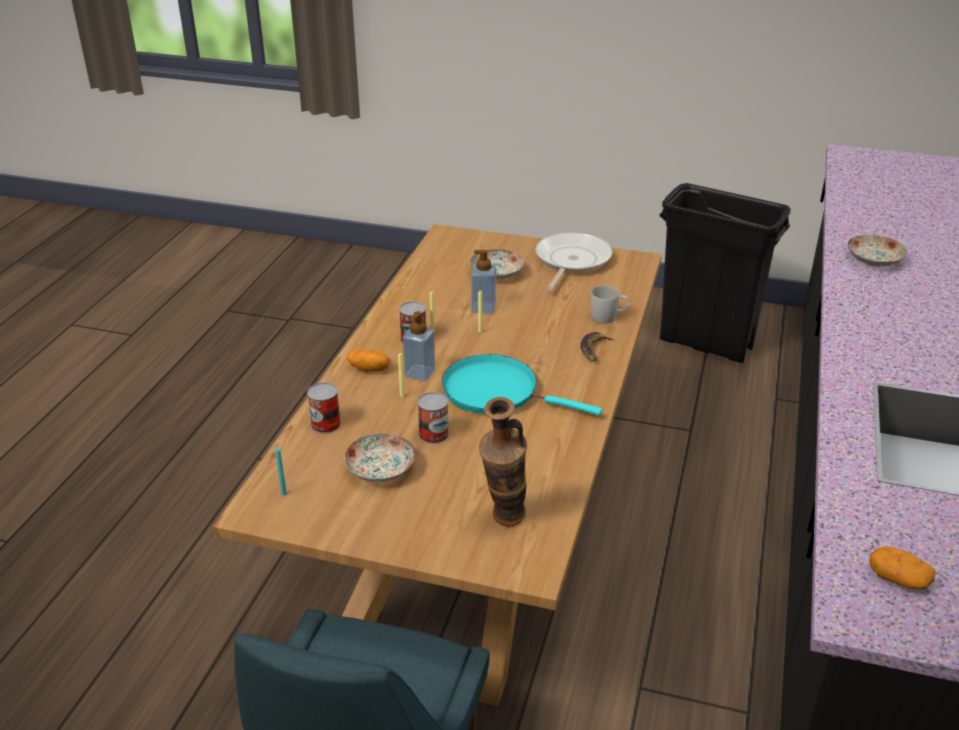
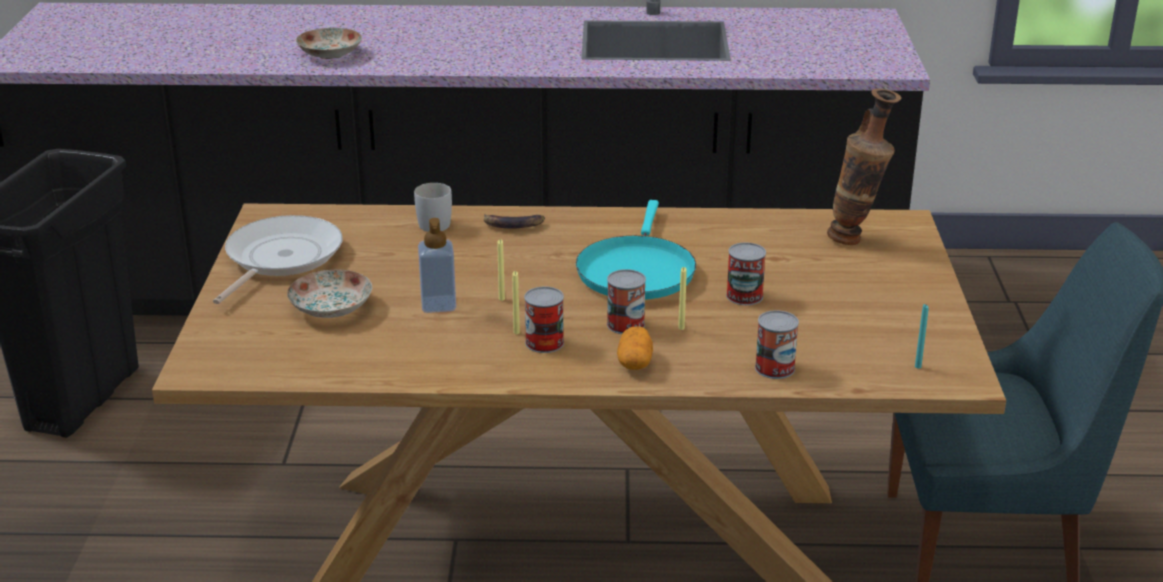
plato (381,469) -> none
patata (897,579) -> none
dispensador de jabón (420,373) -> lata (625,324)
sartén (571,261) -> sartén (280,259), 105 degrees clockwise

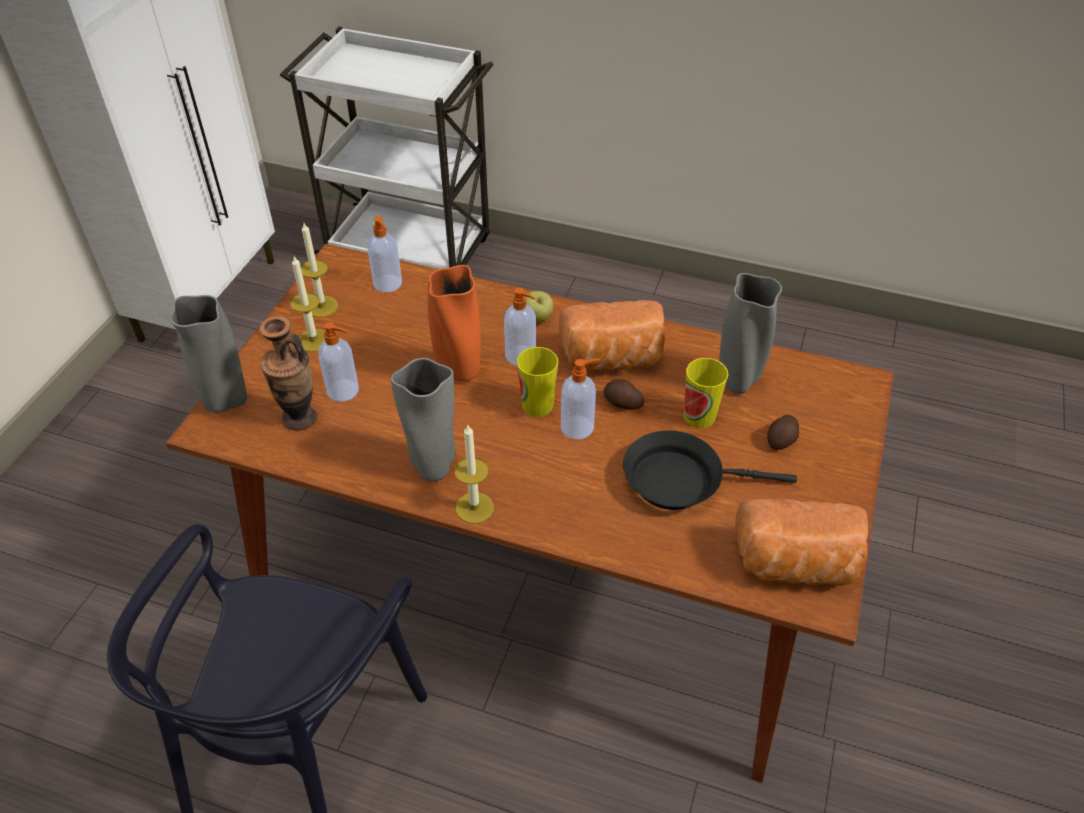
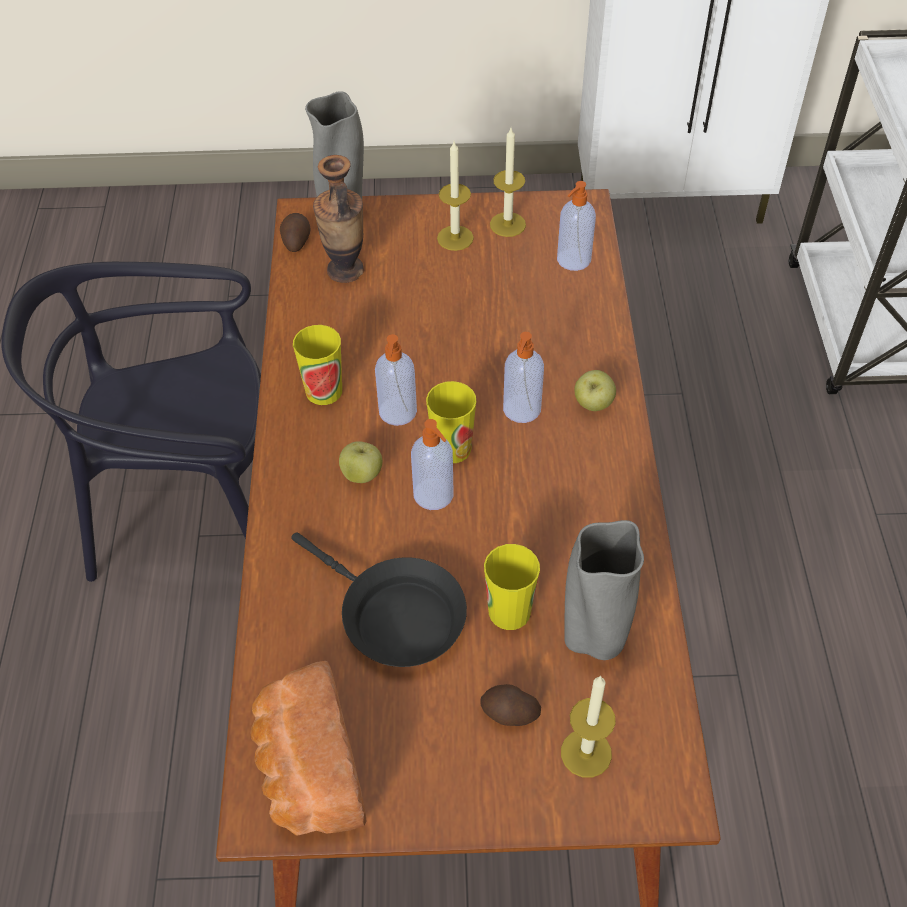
florero/naranja (458,372) -> none
pan (612,359) -> none
none -> manzana (362,474)
dispensador de jabón (344,391) -> dispensador de jabón (397,412), moved
vela (474,508) -> vela (586,753), moved
patata (622,403) -> patata (296,241), moved
florero/gris (433,467) -> taza (324,391)
sartén/negro (681,480) -> sartén/negro (395,617), 150 degrees clockwise

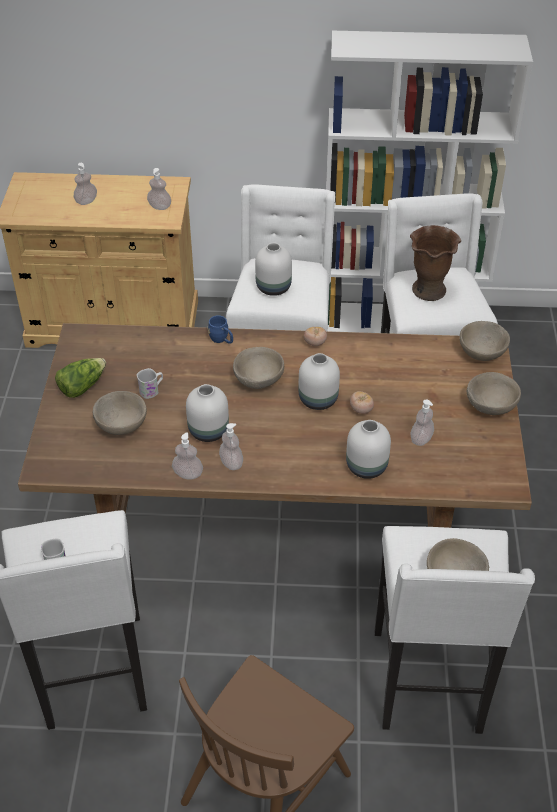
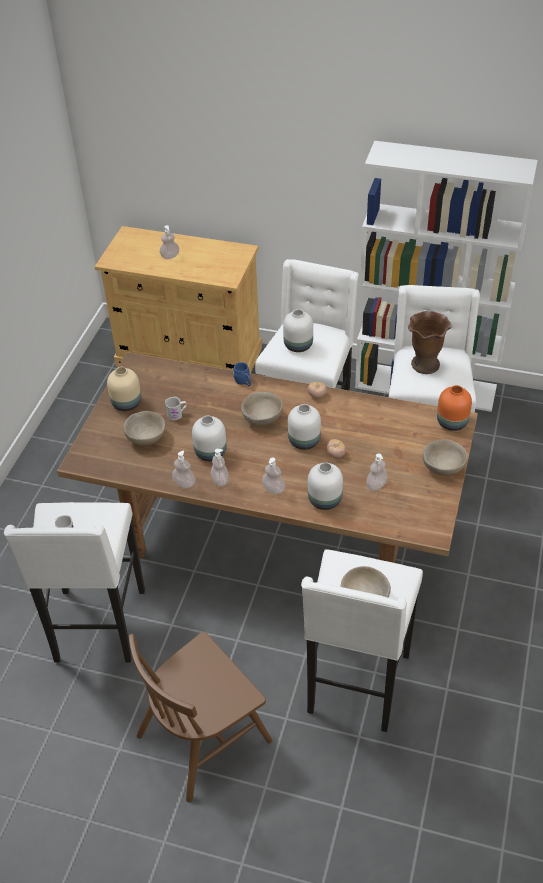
dispensador de jabón (159,206) -> dispensador de jabón (273,489), moved
lechuga (82,386) -> florero/beis (125,403)
cuenco/beis (482,353) -> florero/naranja (451,423)

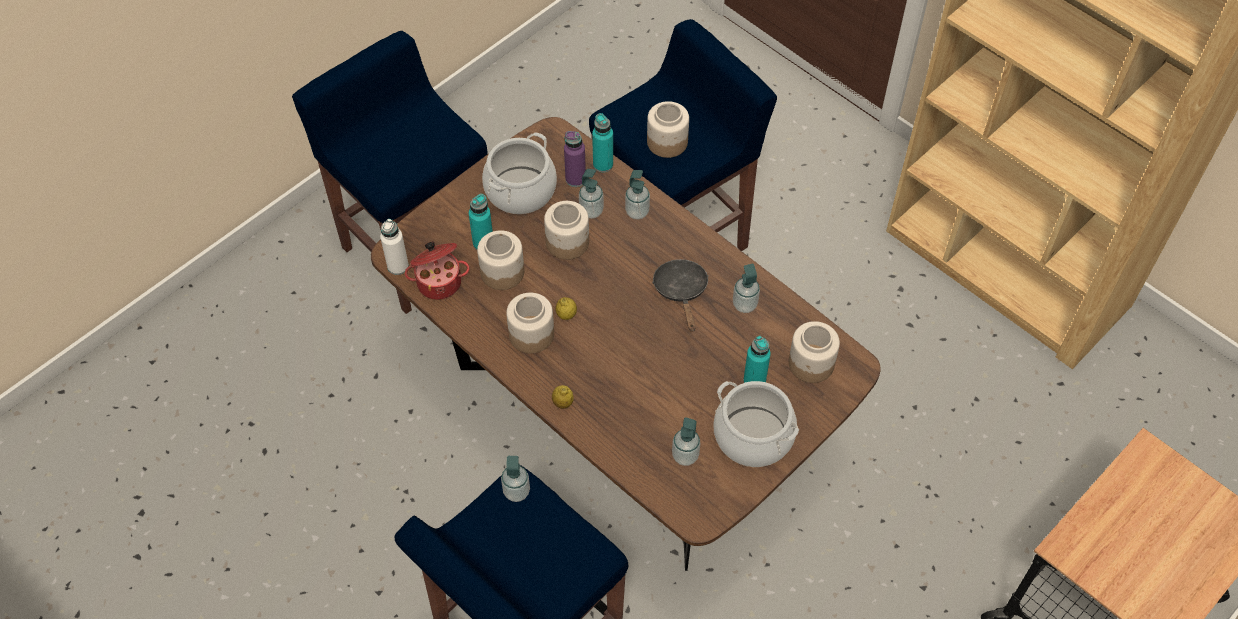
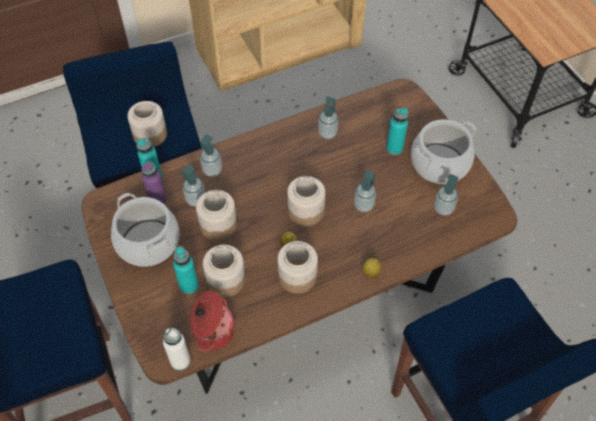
sartén/negro (681,291) -> none
dispensador de jabón (516,492) -> dispensador de jabón (363,205), moved
tarro (811,364) -> tarro (306,211), moved

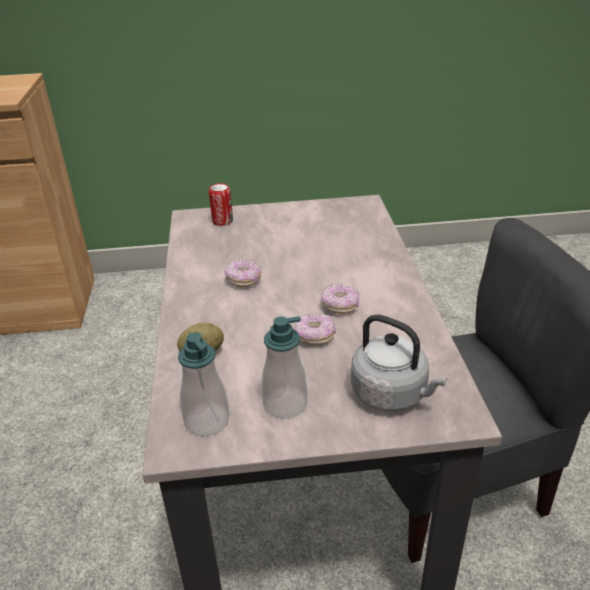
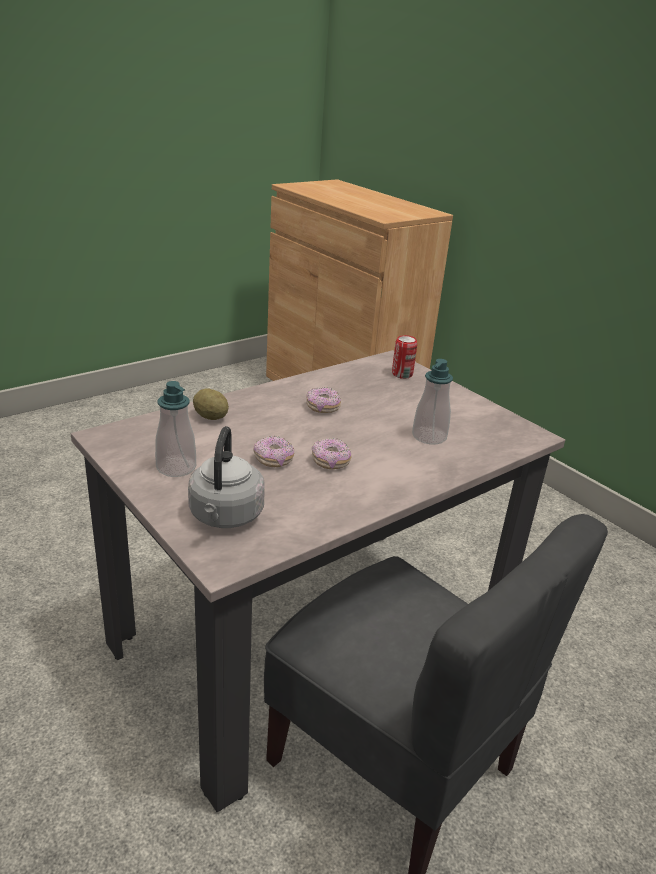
dispensador de jabón (207,421) -> dispensador de jabón (429,436), moved

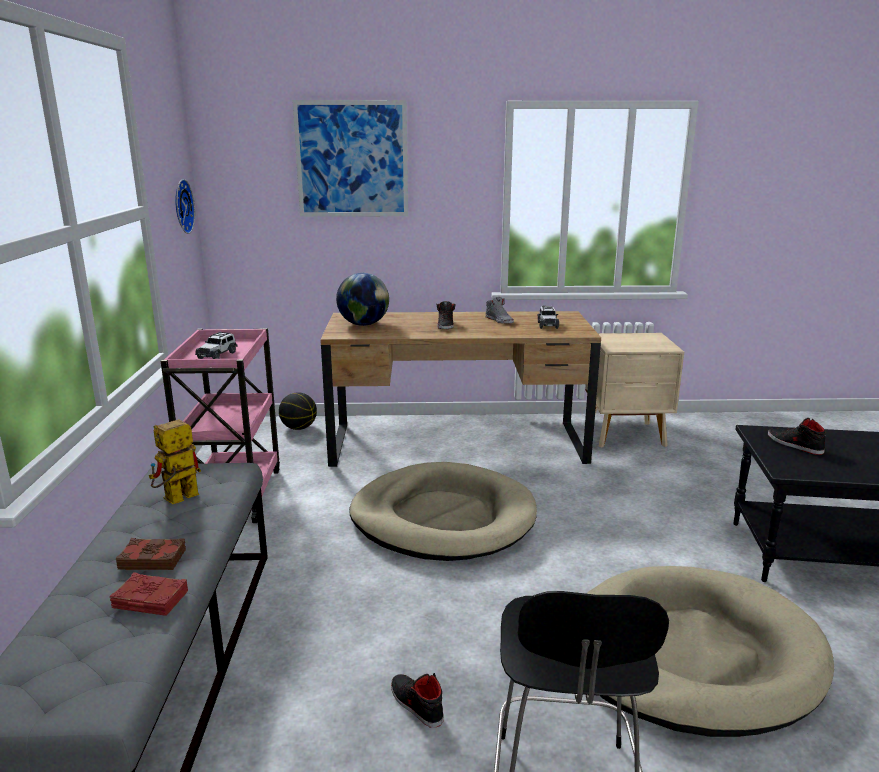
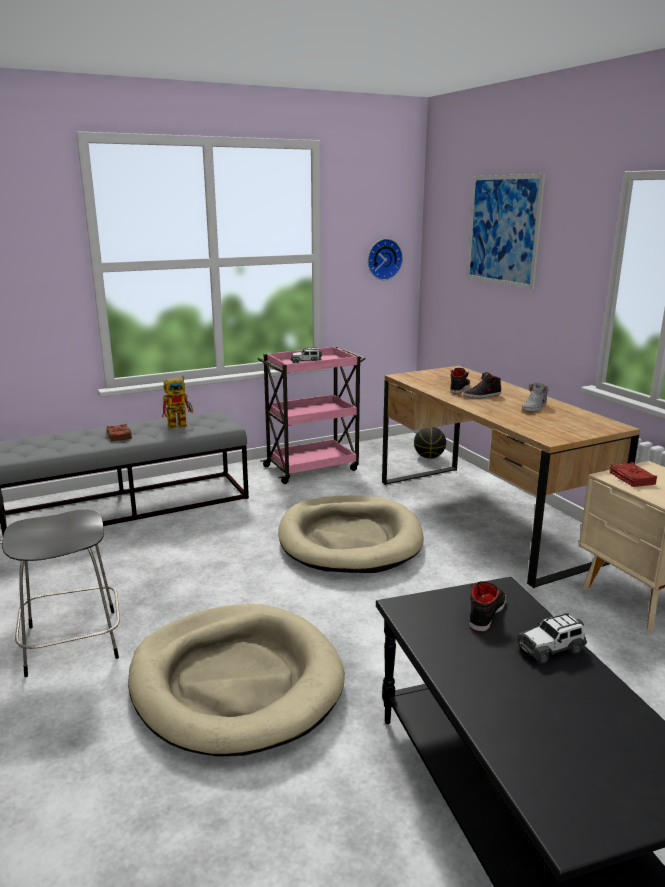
globo terráqueo (363,324) -> none
libro/rojo (150,600) -> libro/rojo (631,479), moved
zapato/negro (415,704) -> zapato/negro (459,388), moved
coche de juguete (547,325) -> coche de juguete (551,649), moved
robot de juguete (176,500) -> robot de juguete (181,424), 135 degrees clockwise

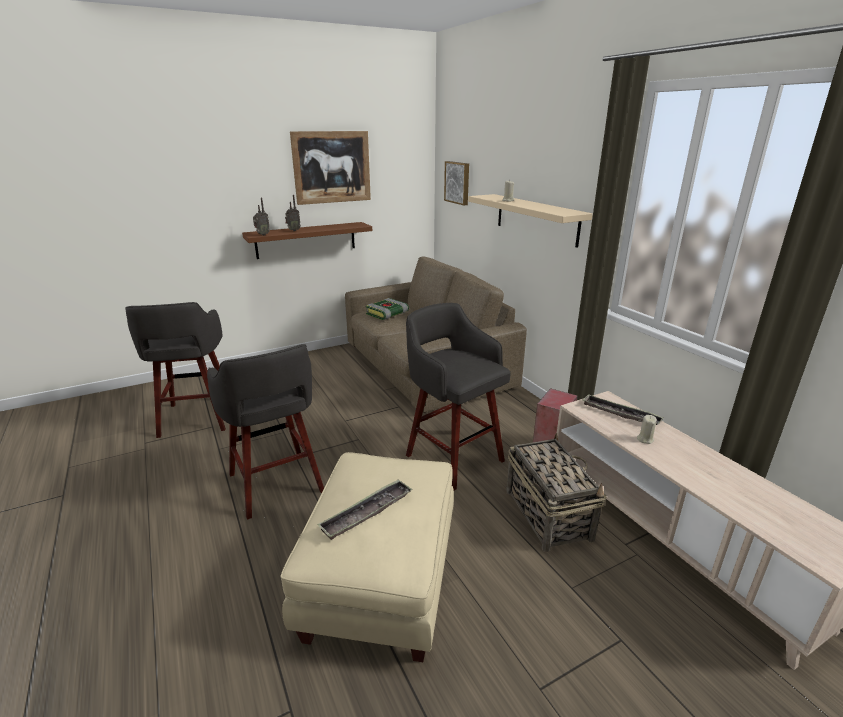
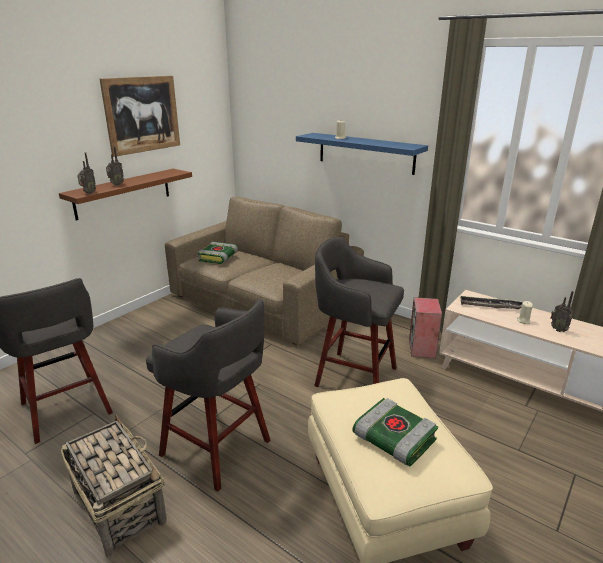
cuadro (458,182) -> none
none -> radio (558,329)
cesta (547,513) -> cesta (118,505), moved
bandeja (367,513) -> libro (392,438)
estante/beis (536,219) -> estante/azul (365,153)

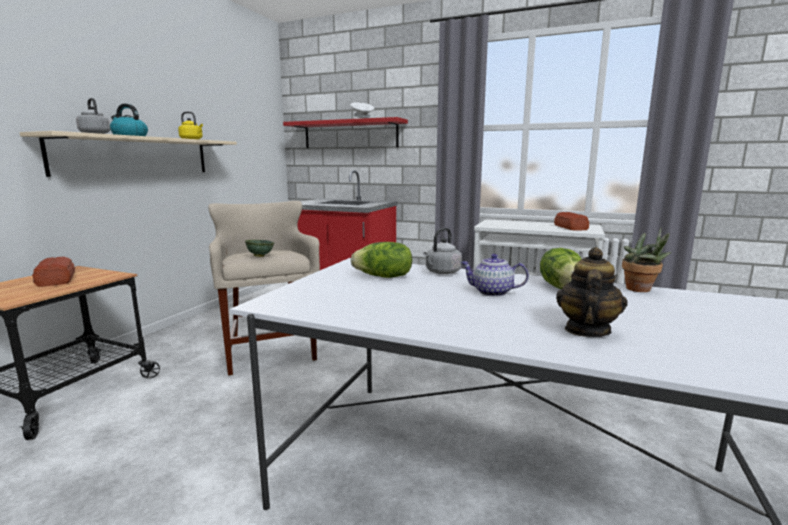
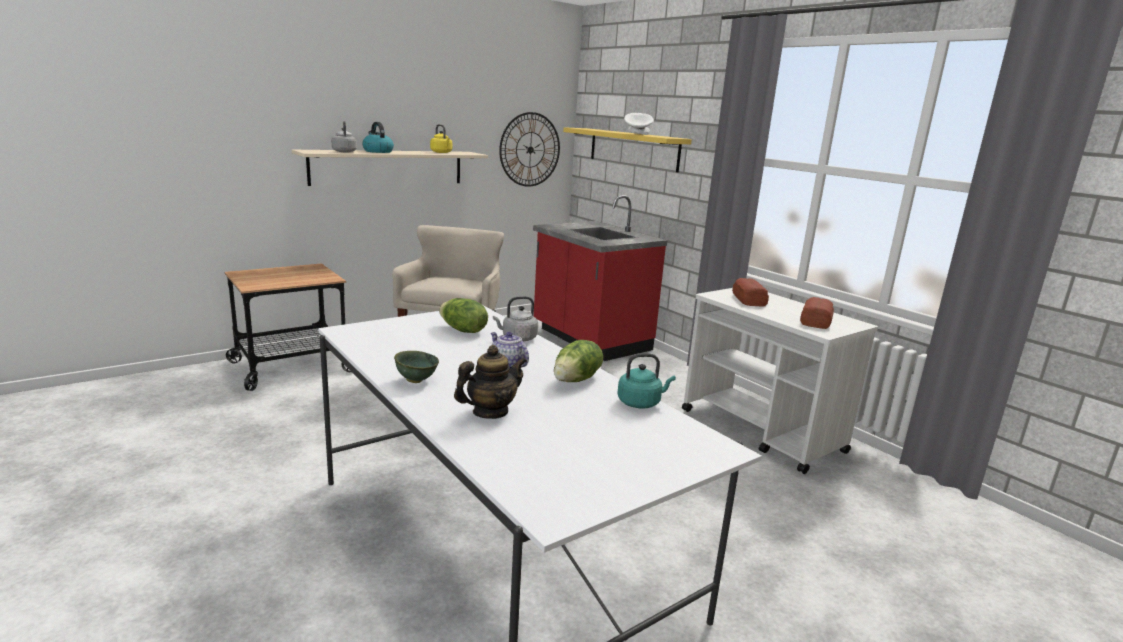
none -> reloj de pared (530,149)
pan (55,280) -> pan (748,300), moved
cuenco/verde (260,256) -> cuenco/verde (416,380), moved
planta en maceta (641,290) -> hervidor/turquesa (641,403)
estante/rojo (350,134) -> estante/amarillo (633,149)

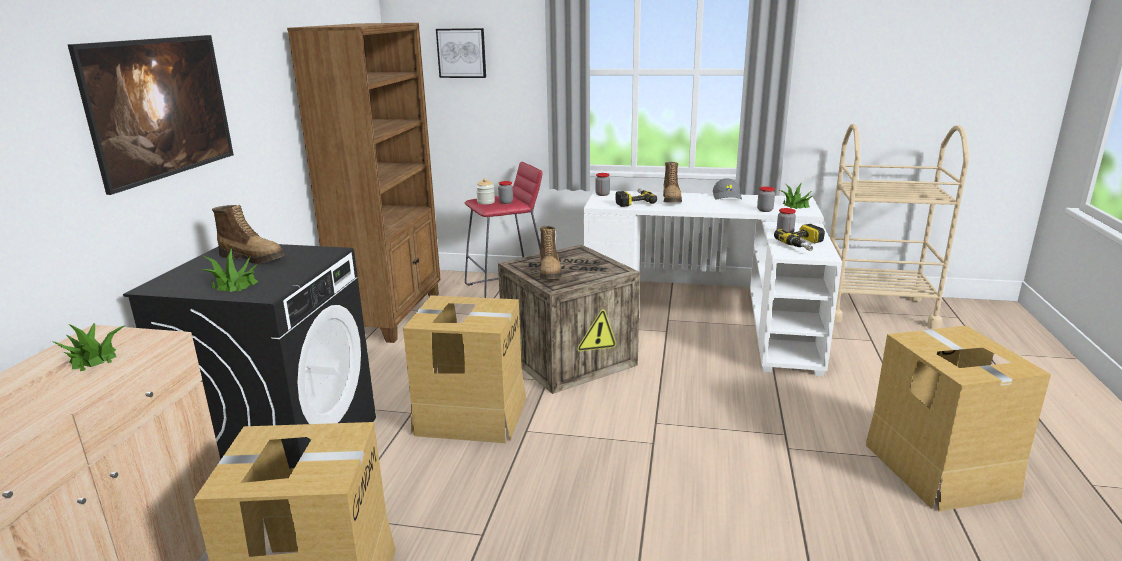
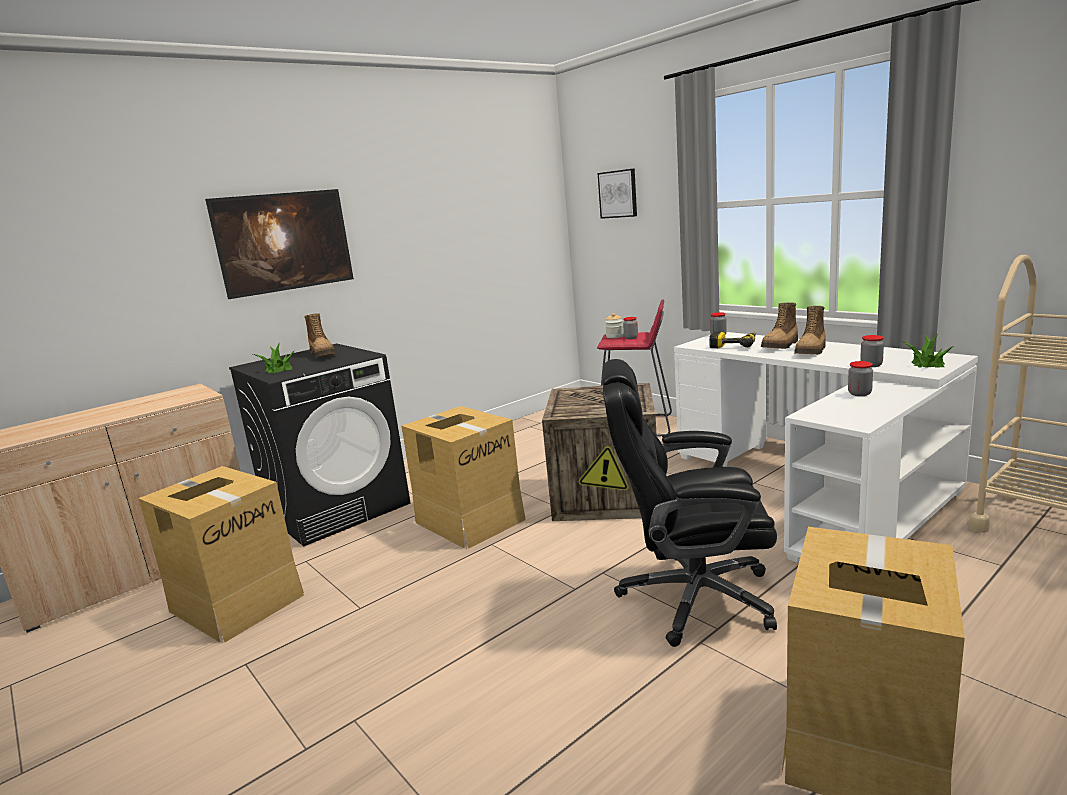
planta en maceta (93,358) -> none
estantería/marrón (392,314) -> none
gorra/gris (727,196) -> none
taladro (805,245) -> none
none -> silla de oficina/negro (692,598)
bota (550,272) -> bota (811,351), moved

